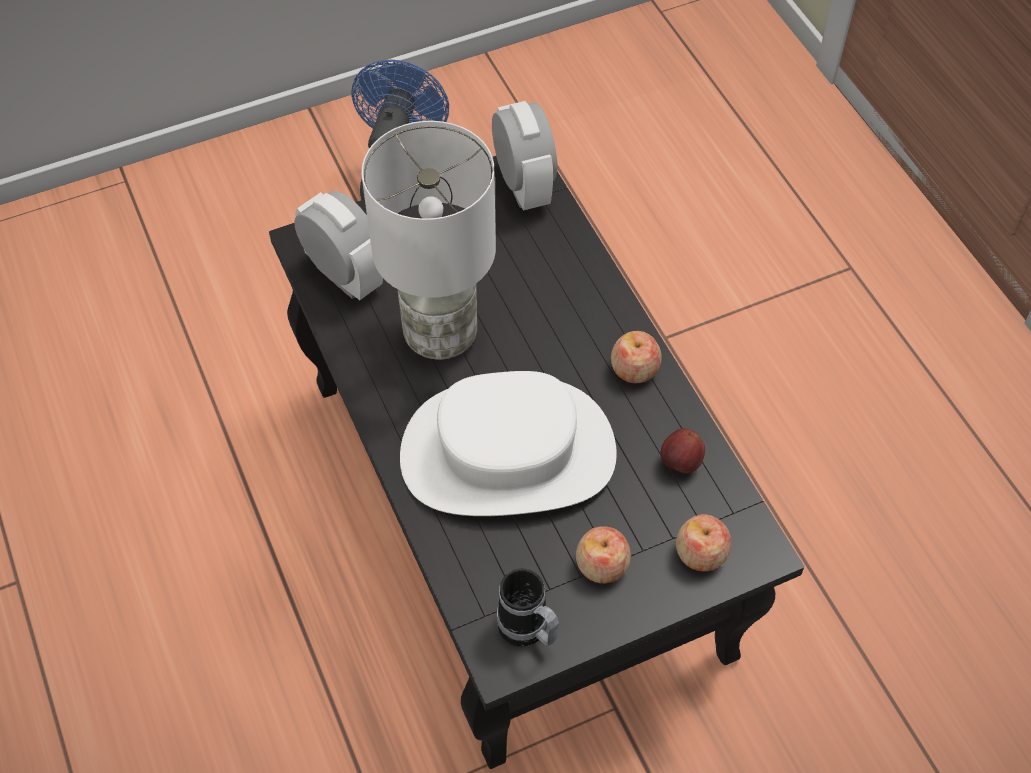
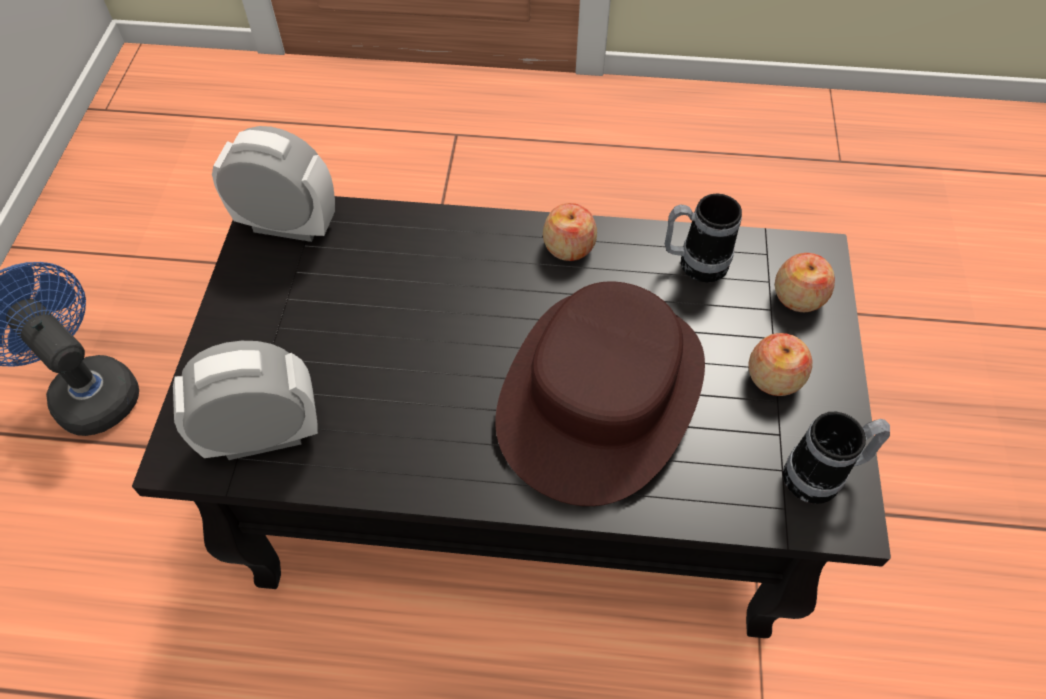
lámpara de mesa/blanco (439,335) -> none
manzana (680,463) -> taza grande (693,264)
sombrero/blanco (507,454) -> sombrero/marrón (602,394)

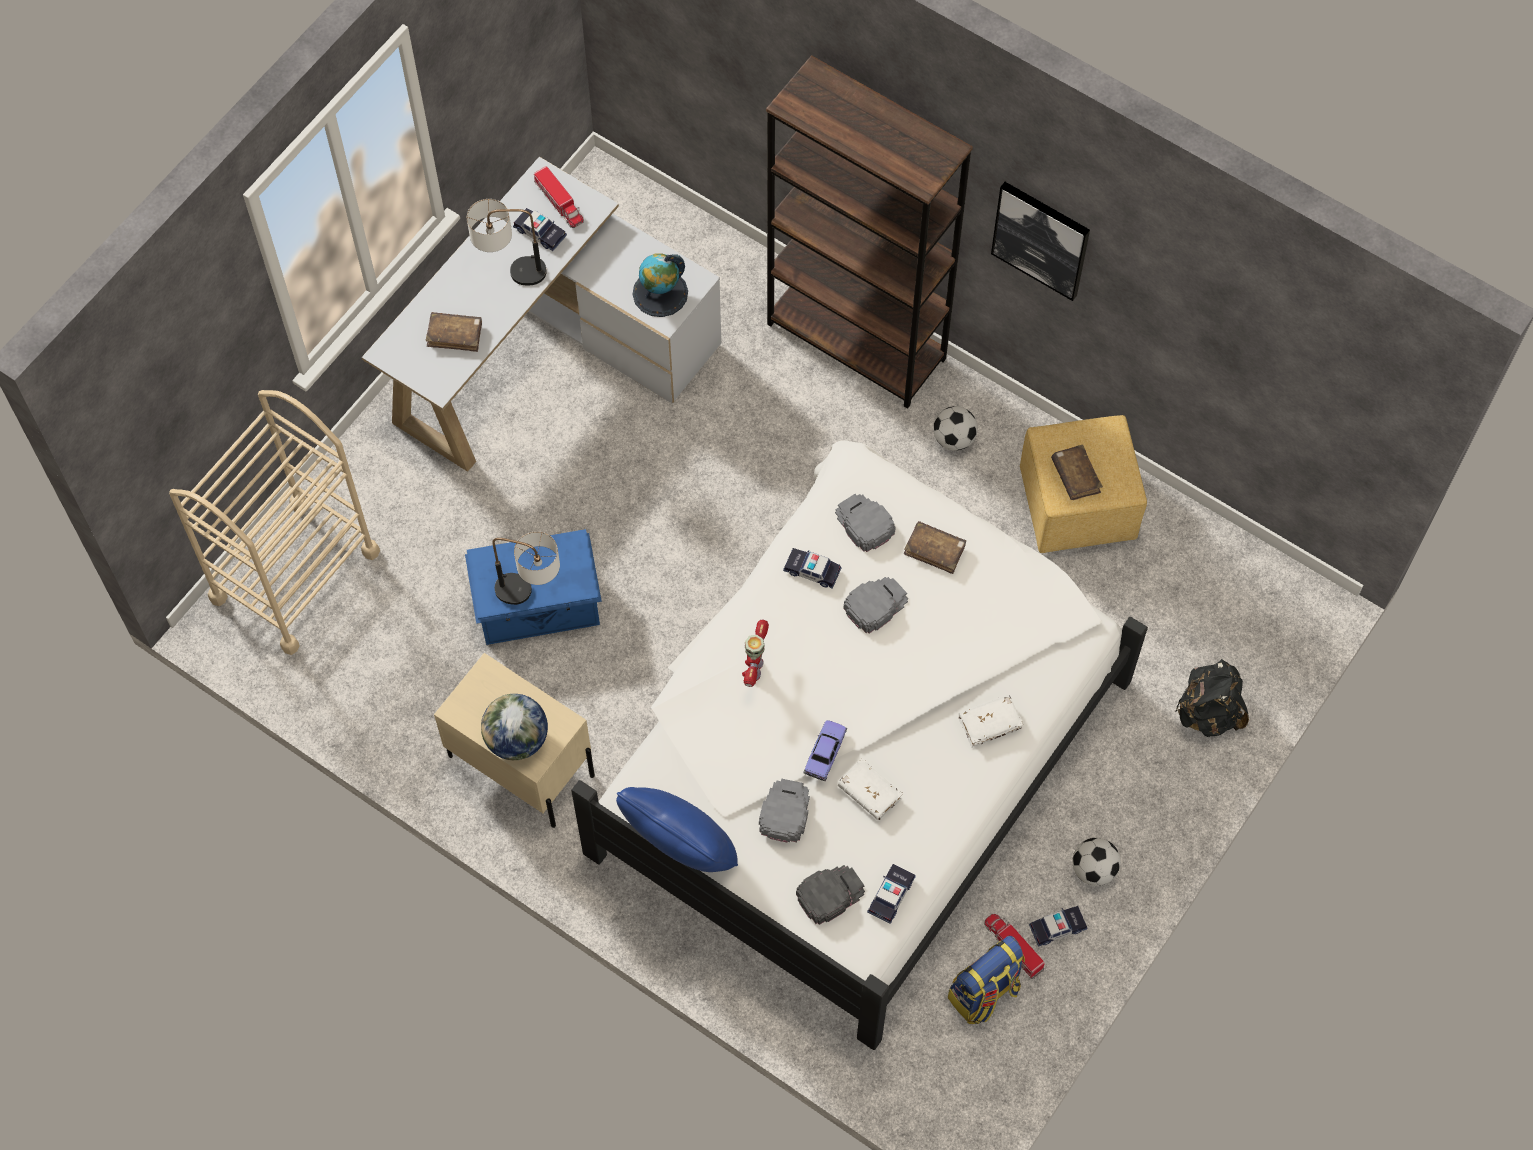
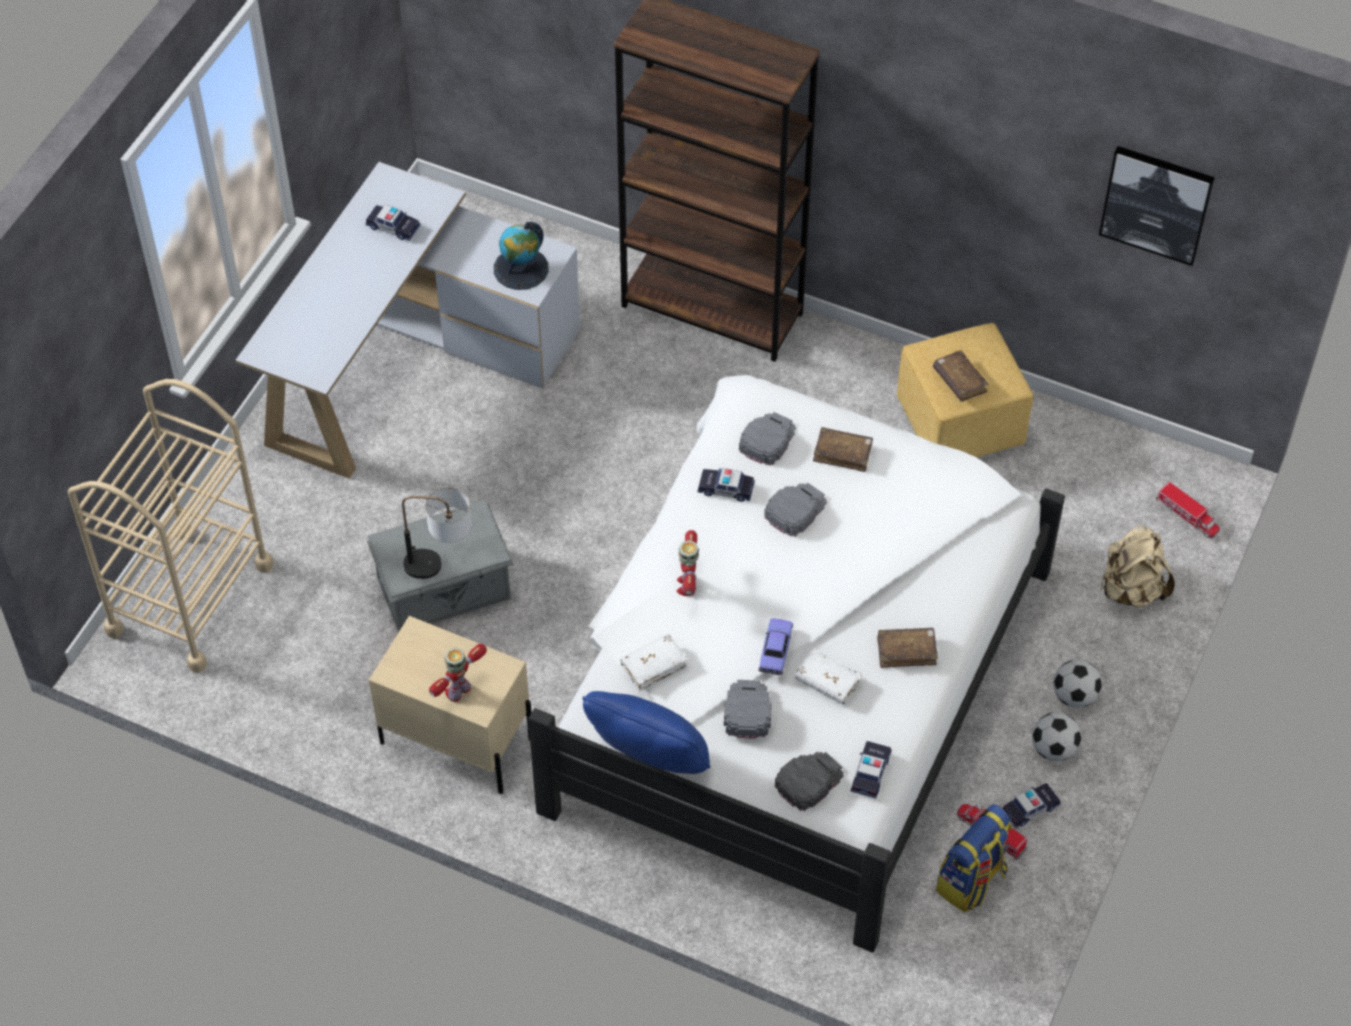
lámpara de mesa (510,272) -> none
libro/marrón (455,335) -> libro/marrón (906,651), moved
camión de juguete (559,203) -> camión de juguete (1187,516), moved
balón de fútbol (954,438) -> balón de fútbol (1074,696), moved
libro/blanco (989,723) -> libro/blanco (653,666), moved
cuadro (1041,239) -> cuadro (1156,204), moved
globo terráqueo (517,740) -> robot de juguete (459,690)
caja de almacenaje/azul (539,605) -> caja de almacenaje/gris (445,589)
mochila/negro (1208,712) -> mochila/beis (1131,589)
gorra/gris (864,523) -> gorra/gris (767,439), 75 degrees clockwise

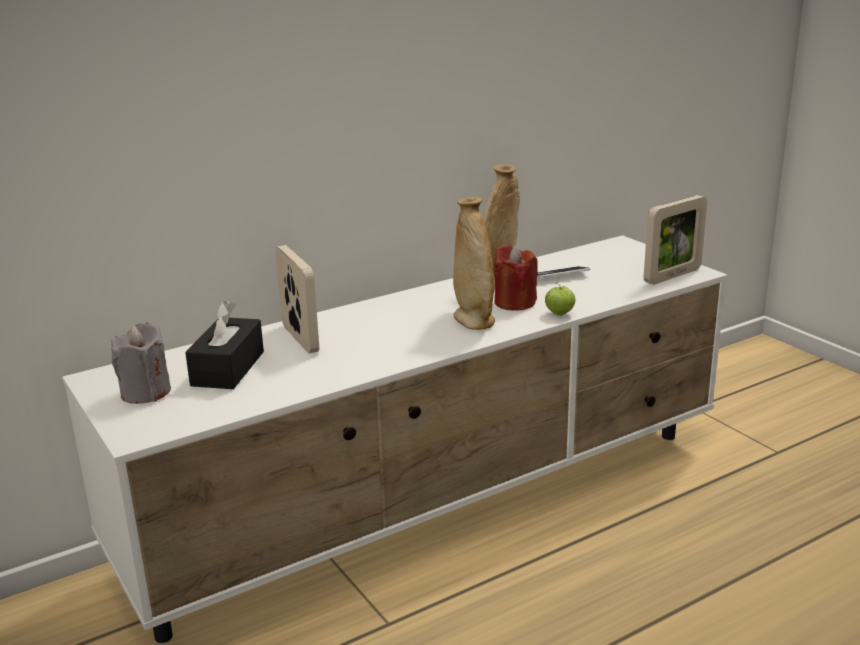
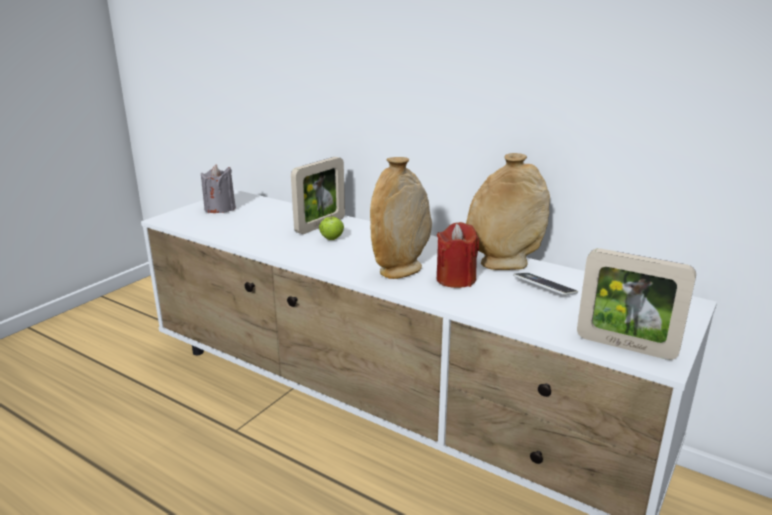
caja de pañuelos/negro (228,368) -> none
manzana (559,314) -> manzana (331,239), moved

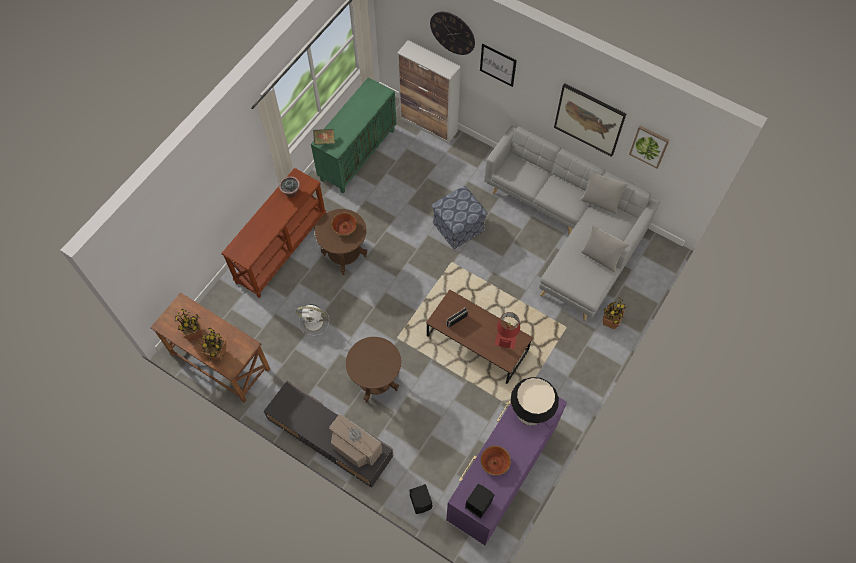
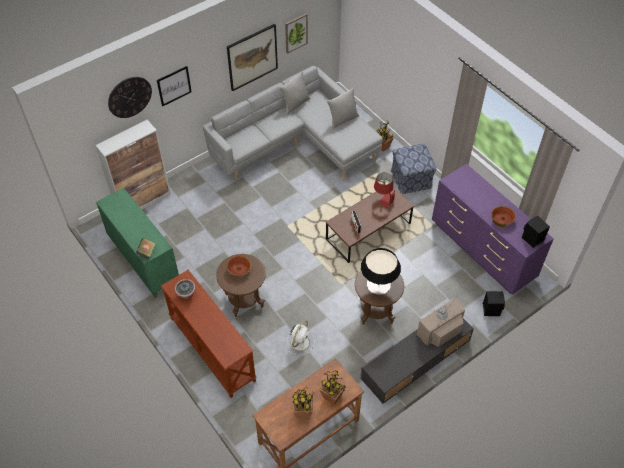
puf (458,227) -> puf (411,179), moved
lámpara de mesa (530,412) -> lámpara de mesa (378,284), moved

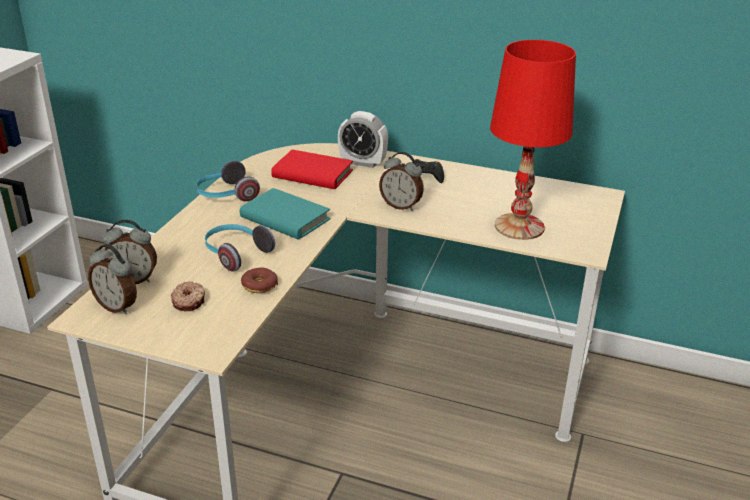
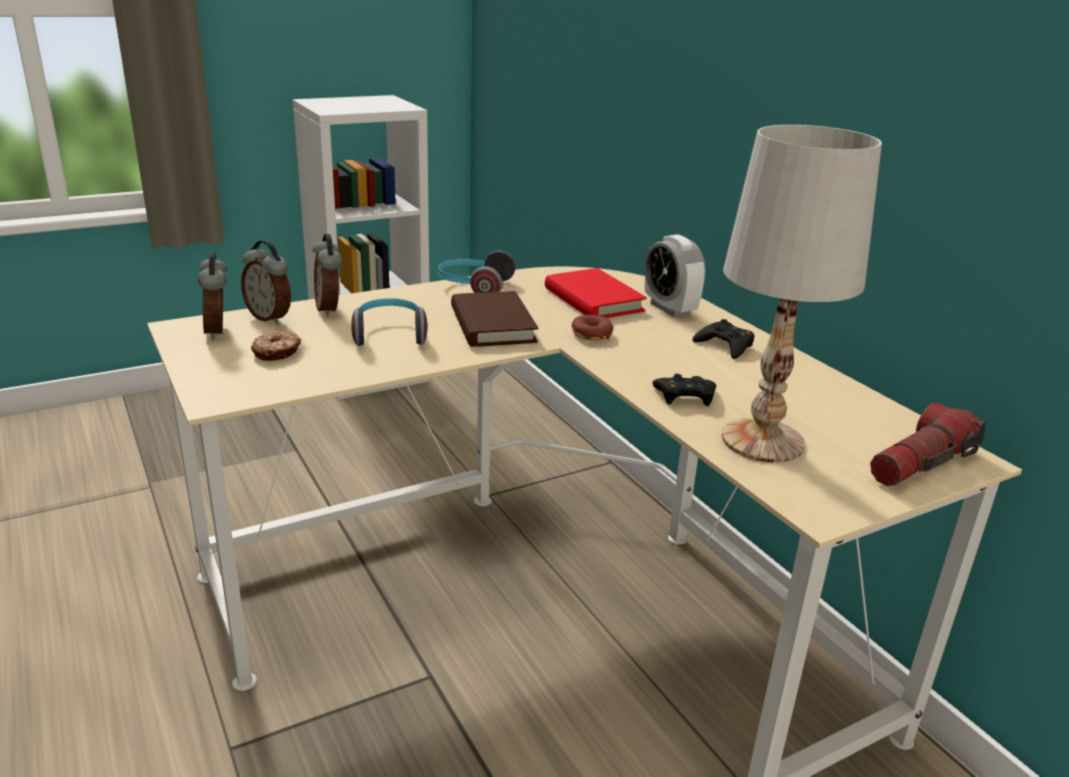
none -> mando de consola/negro (685,396)
none -> linterna (921,464)
rosquilla (259,285) -> rosquilla (591,334), moved
despertador (401,206) -> despertador (330,309), moved
libro/turquesa (285,218) -> libro/marrón (492,325)
lámpara de mesa/rojo (520,227) -> lámpara de mesa/blanco (763,441)

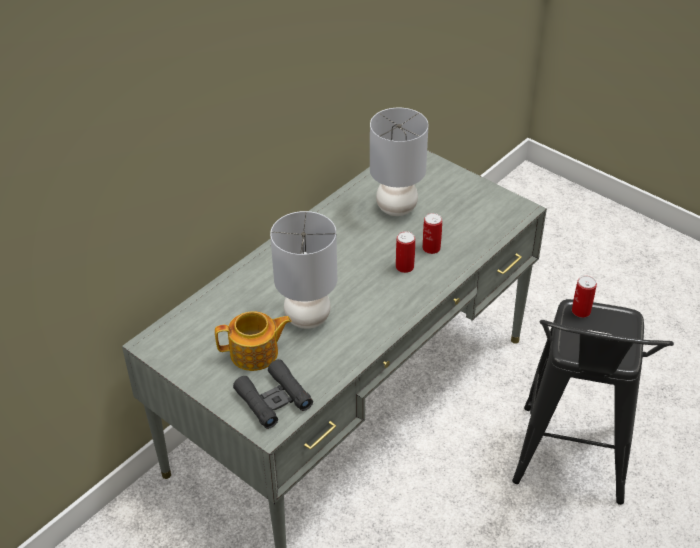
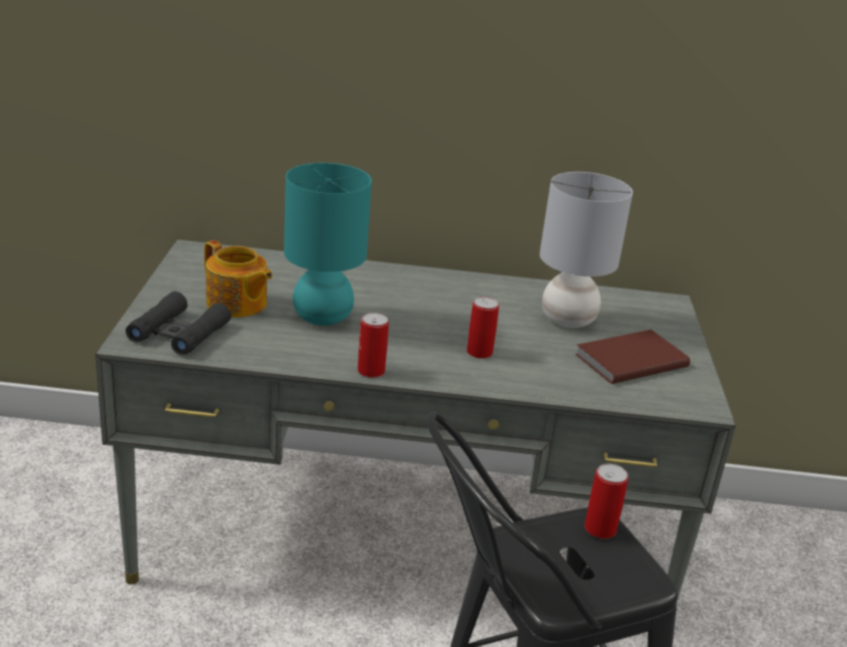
none -> libro/marrón (628,360)
lata (431,248) -> lata (371,371), moved
lámpara de mesa/gris (308,318) -> lámpara de mesa/turquesa (322,318)

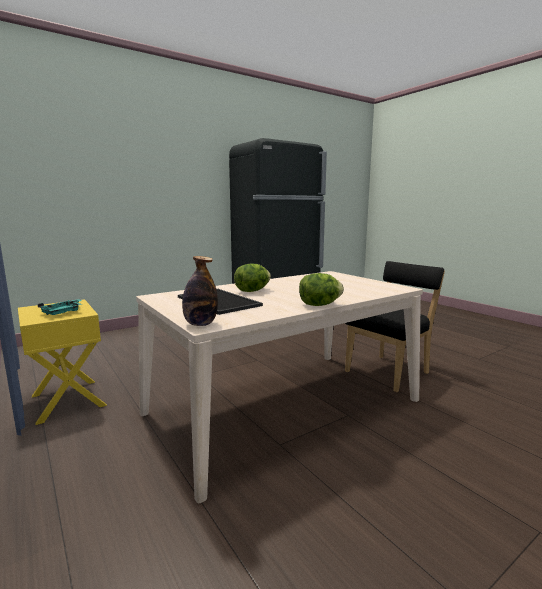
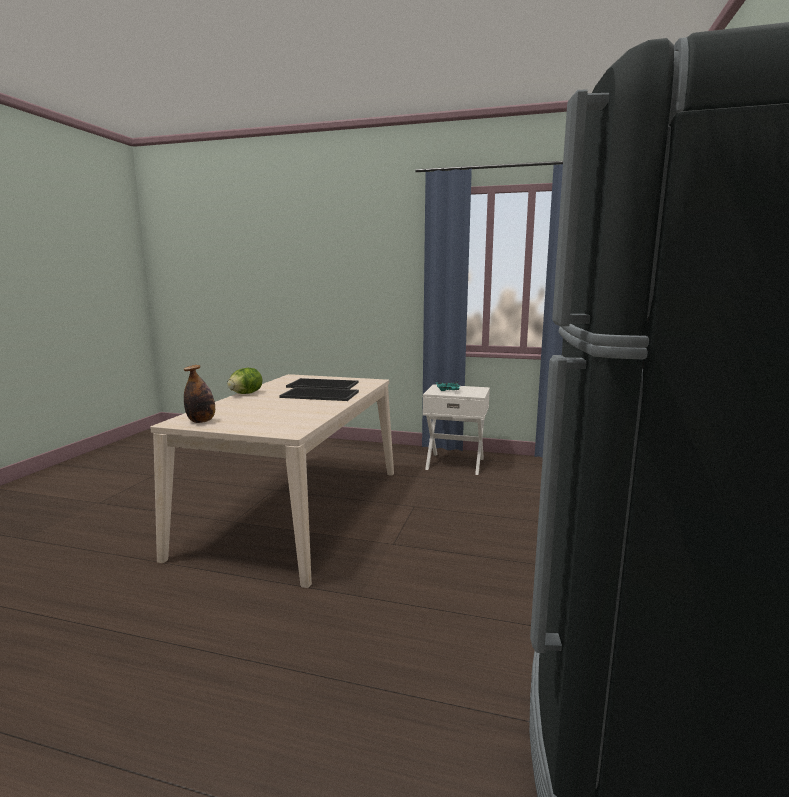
silla/negro (389,372) -> none
botella (200,324) -> botella (201,421), moved
lechuga (252,291) -> bandeja (321,394)
mesita de noche/amarillo (67,401) -> mesita de noche/blanco (455,463)

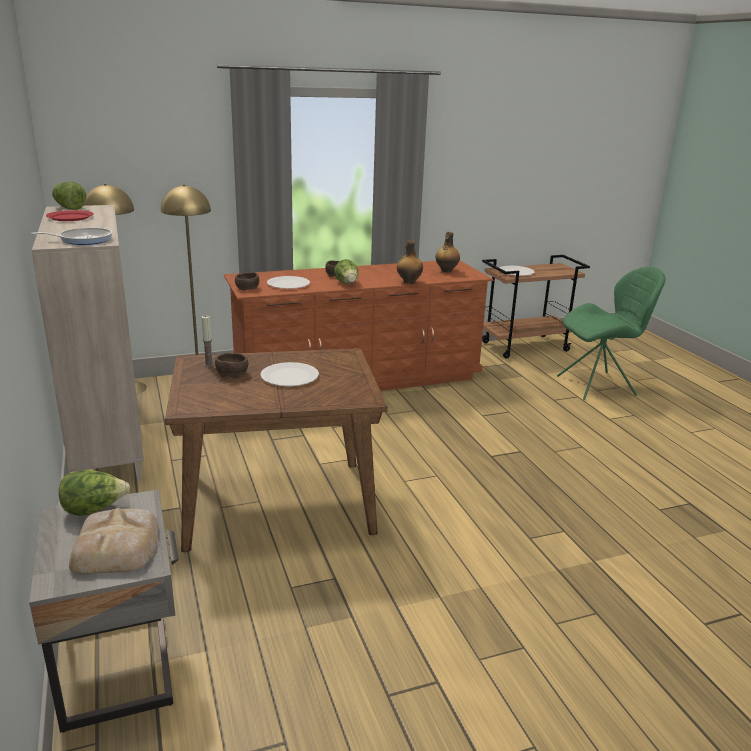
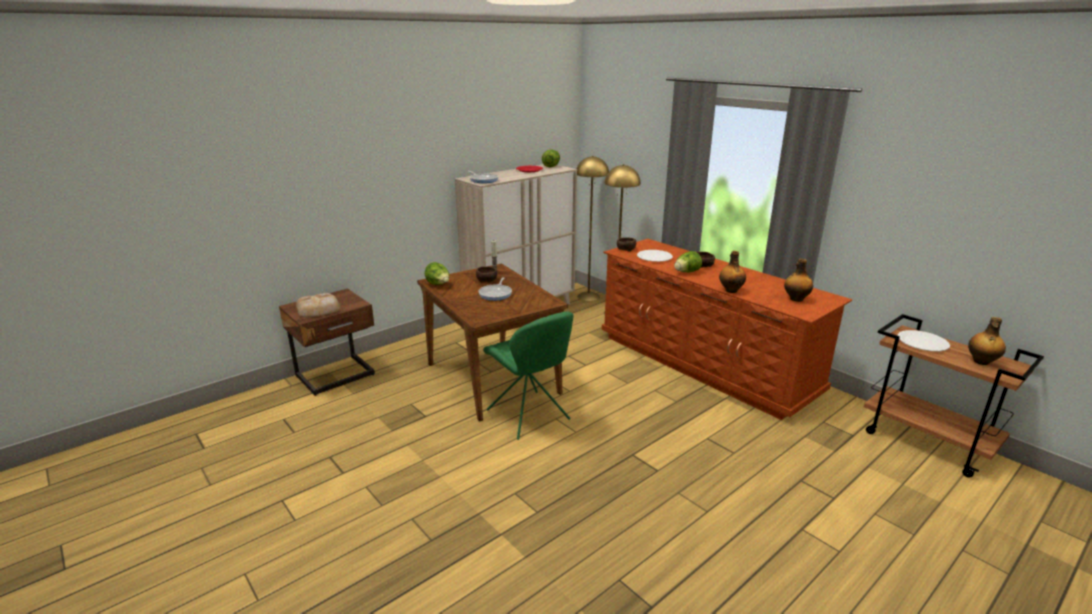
none -> botella (981,362)
lechuga (94,510) -> lechuga (438,285), moved
silla/verde (598,385) -> silla/verde (529,416), moved
plato/blanco (289,376) -> sartén (496,294)
mesita de noche/gris (122,667) -> mesita de noche/marrón (337,376)

